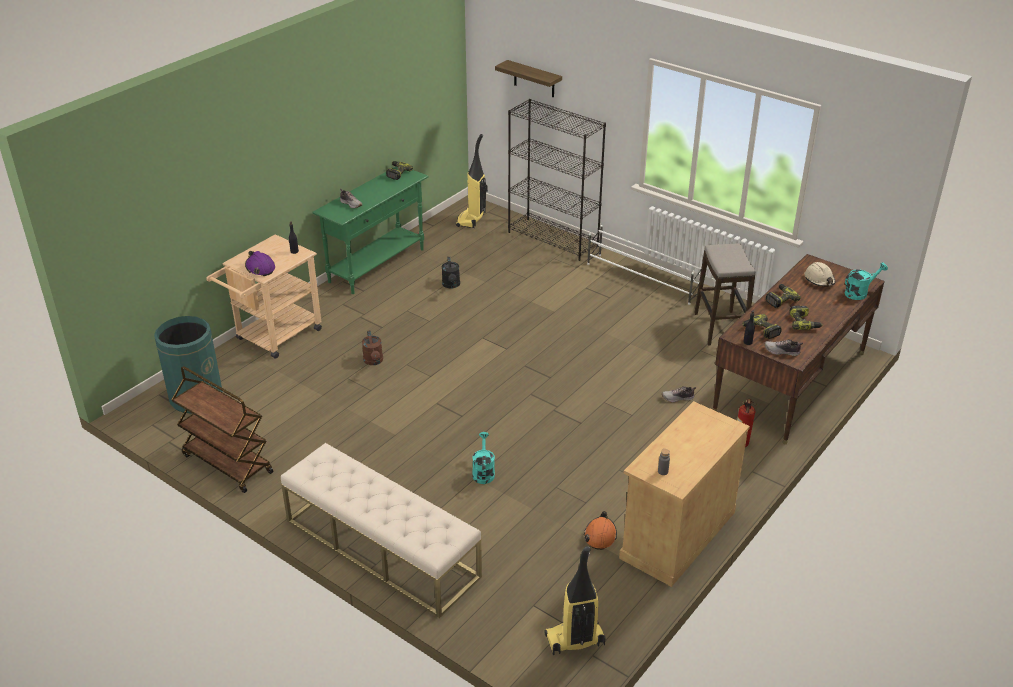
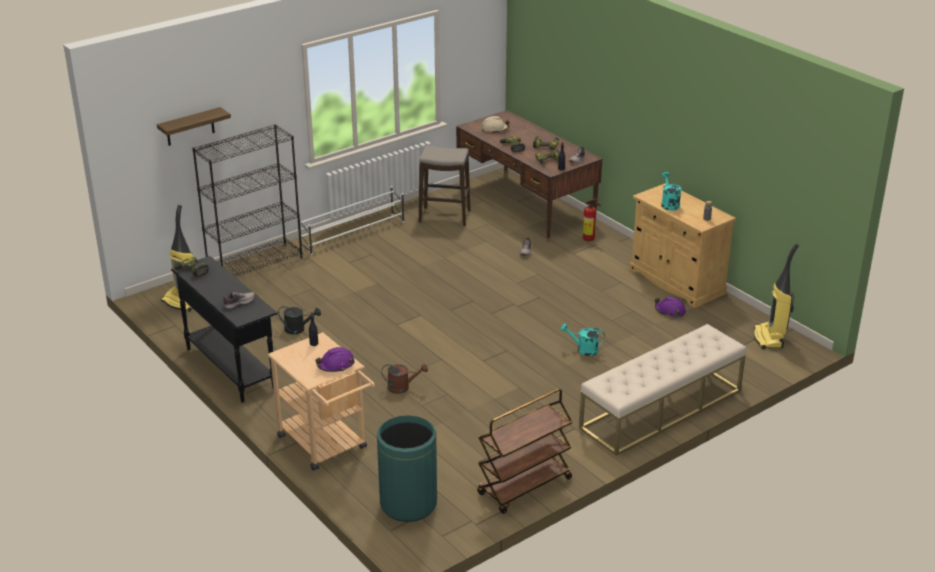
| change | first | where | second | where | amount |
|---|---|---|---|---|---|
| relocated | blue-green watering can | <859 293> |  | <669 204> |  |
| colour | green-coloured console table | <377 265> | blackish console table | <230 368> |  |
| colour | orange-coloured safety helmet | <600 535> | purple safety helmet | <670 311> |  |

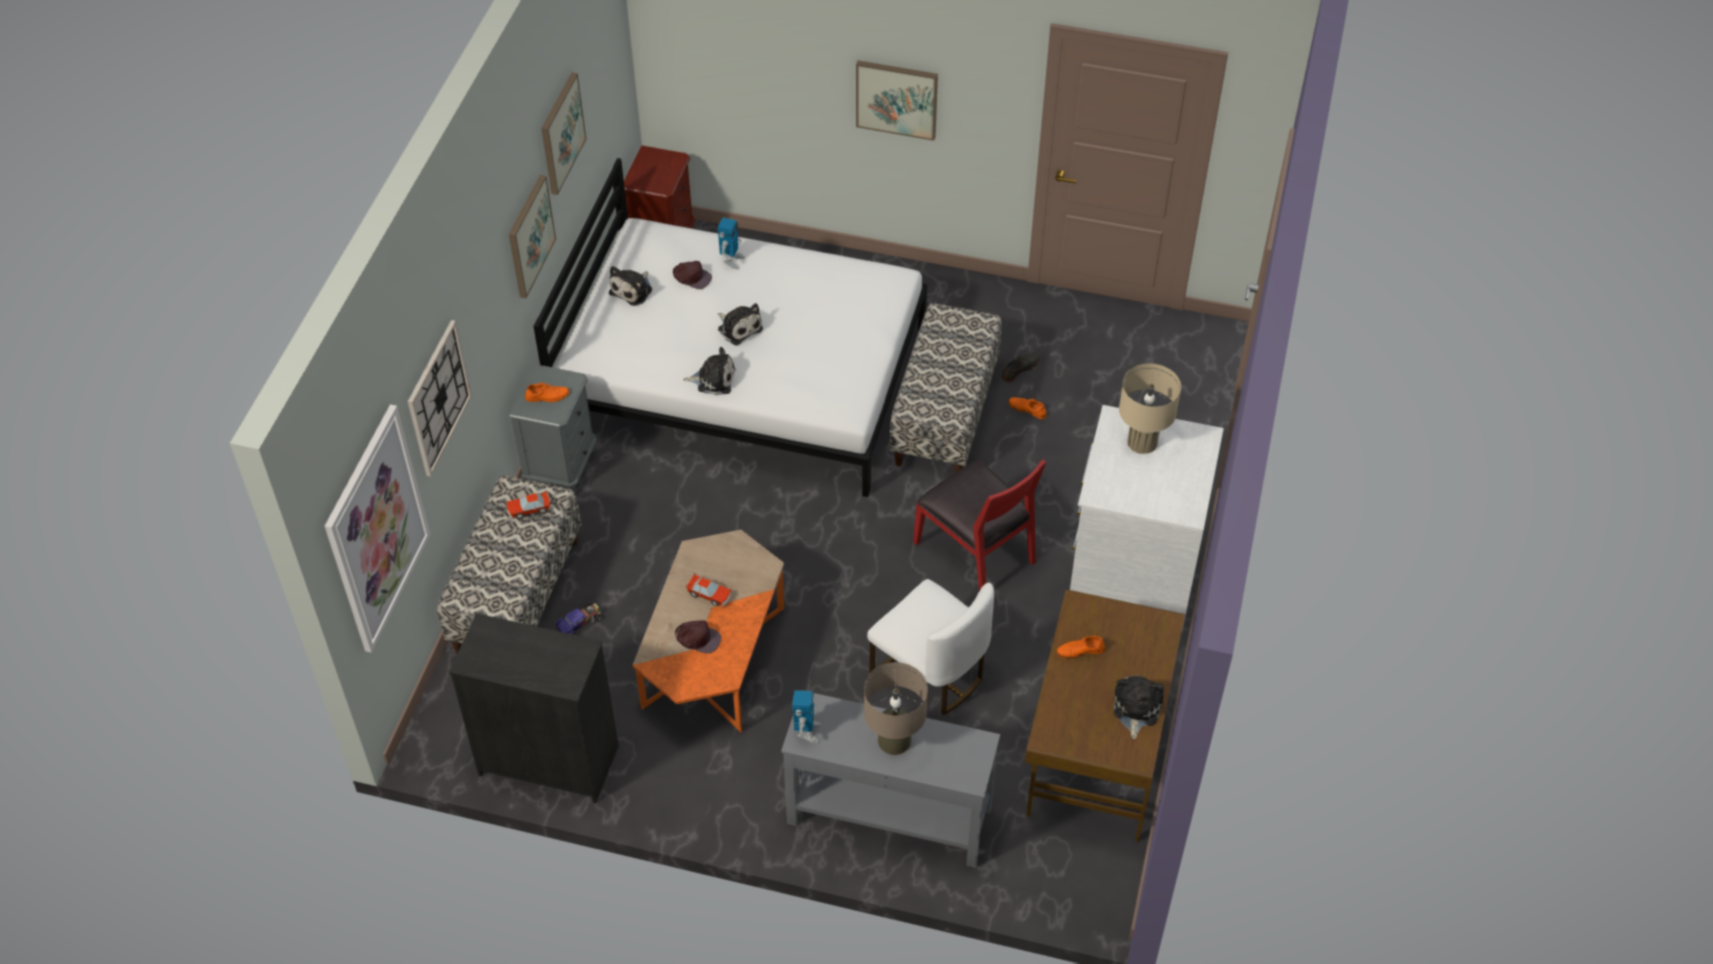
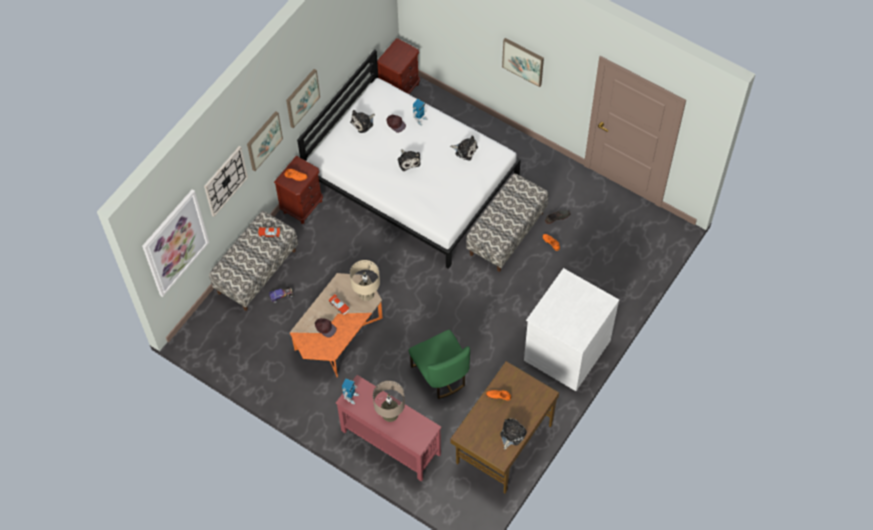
| change | first | where | second | where | amount |
|---|---|---|---|---|---|
| missing | blackish drawer chest | <549 759> |  |  |  |
| missing | reddish chair | <976 551> |  |  |  |
| relocated | picture | <561 133> |  | <263 140> |  |
| relocated | cuddly toy | <713 379> |  | <465 150> |  |
| relocated | beige tabletop lamp | <1142 442> |  | <366 293> |  |
| colour | grey bedside table | <562 466> | brownish bedside table | <302 206> |  |
| colour | grey console table | <888 815> | reddish console table | <390 442> |  |
| colour | white chair | <930 673> | green-coloured chair | <440 375> |  |

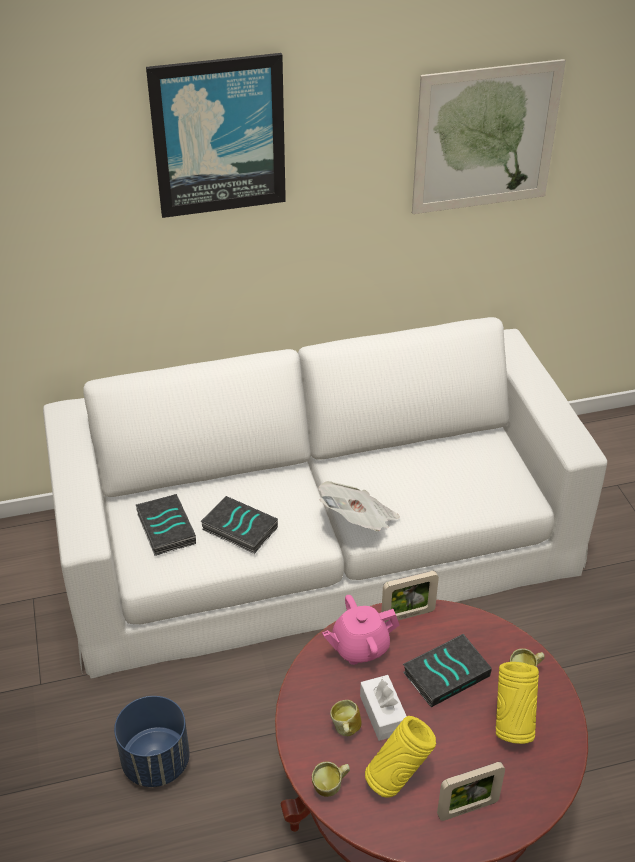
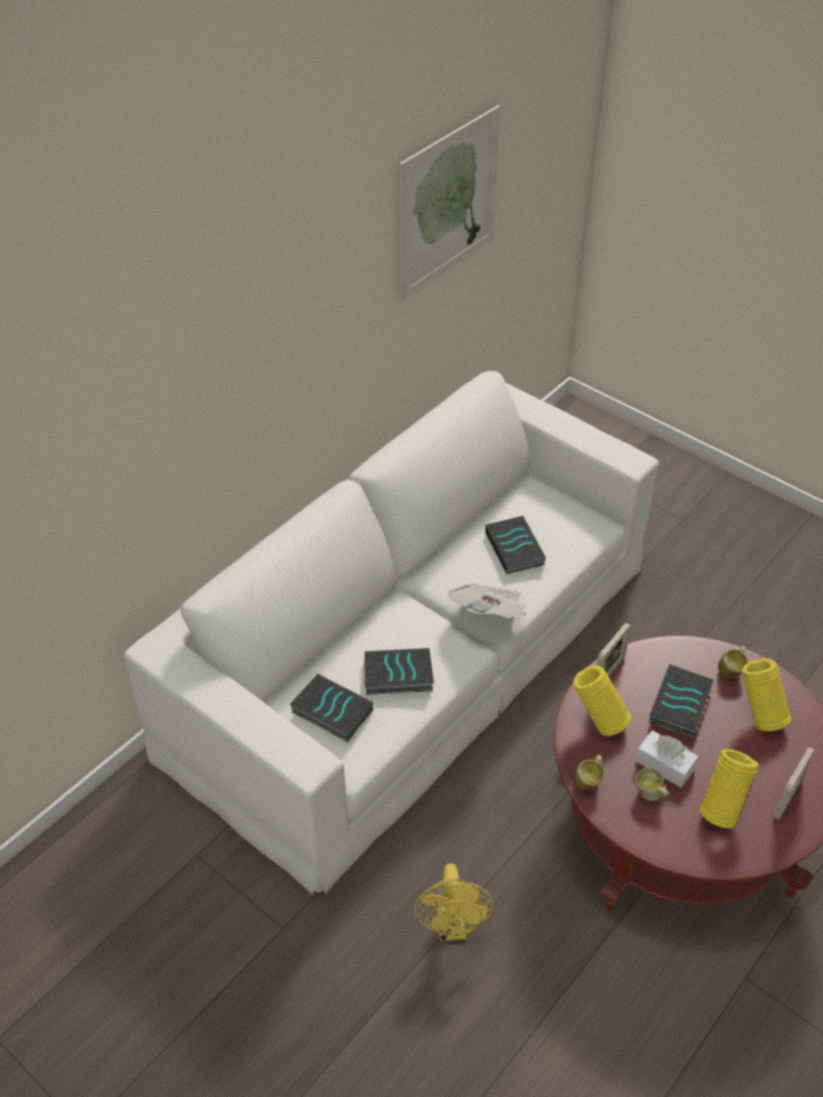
| change | first | where | second | where | amount |
|---|---|---|---|---|---|
| missing | picture | <218 136> |  |  |  |
| appeared |  |  | volume | <516 549> |  |
| relocated | tea mug | <330 788> |  | <589 782> |  |
| exchanged | bluish plant pot | <157 762> | yellowish electric fan | <452 928> |  |
| exchanged | pinkish pot for tea | <359 647> | yellowish decorative vase | <598 721> |  |

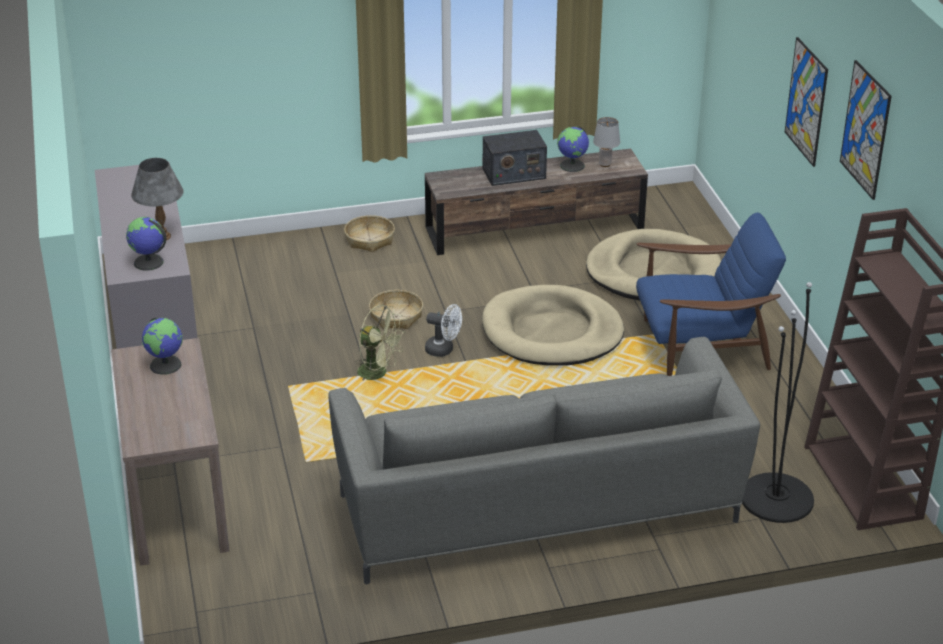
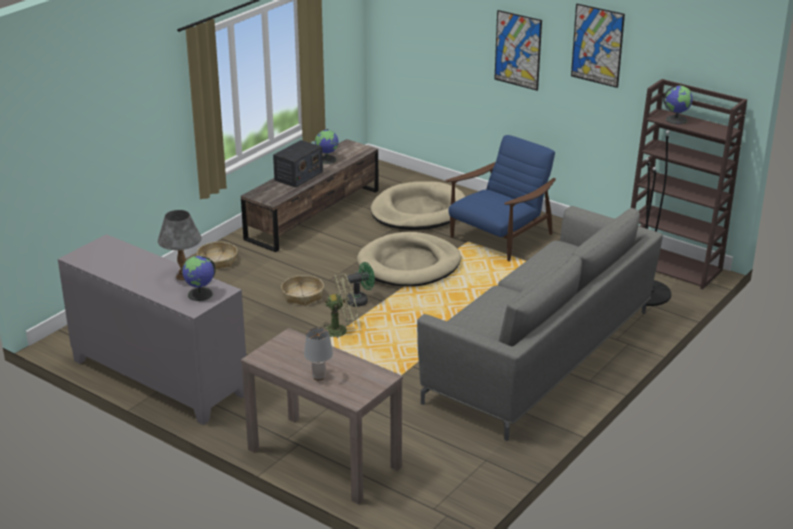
| change | first | where | second | where | amount |
|---|---|---|---|---|---|
| relocated | world globe | <166 365> |  | <676 119> |  |
| relocated | grey tabletop lamp | <605 164> |  | <318 376> |  |
| colour | white electric fan | <444 350> | green-coloured electric fan | <360 300> |  |

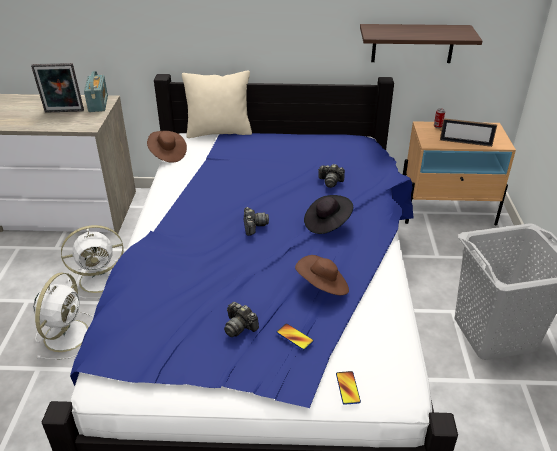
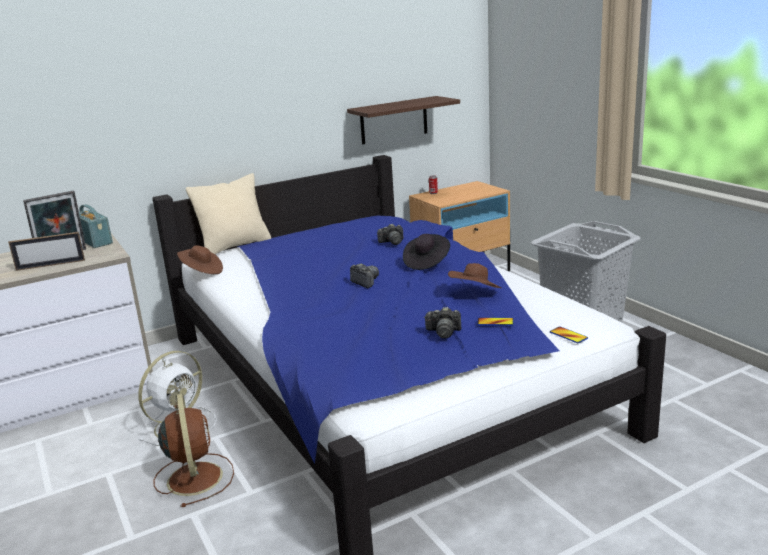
| change | first | where | second | where | amount |
|---|---|---|---|---|---|
| relocated | picture frame | <465 143> |  | <50 265> |  |
| colour | white electric fan | <67 334> | brownish electric fan | <194 477> |  |

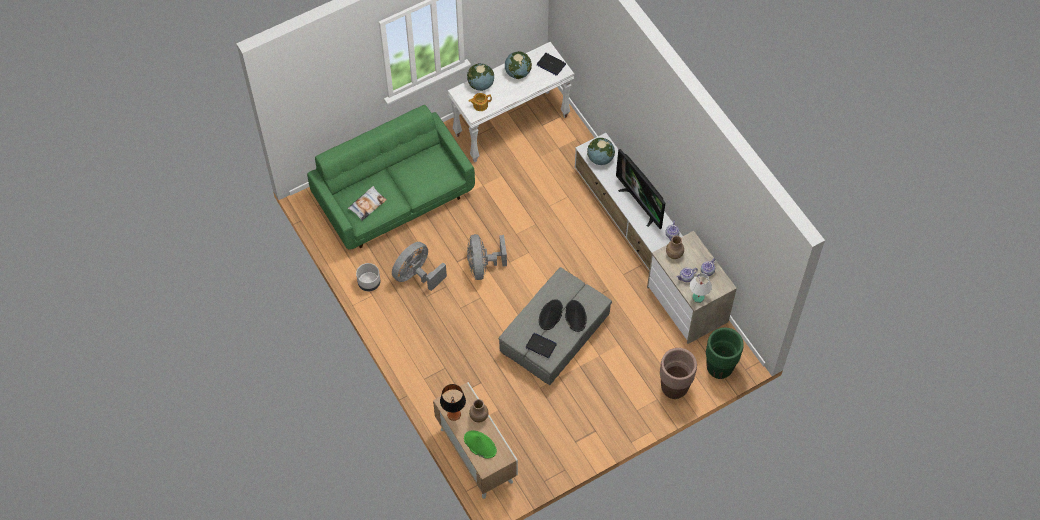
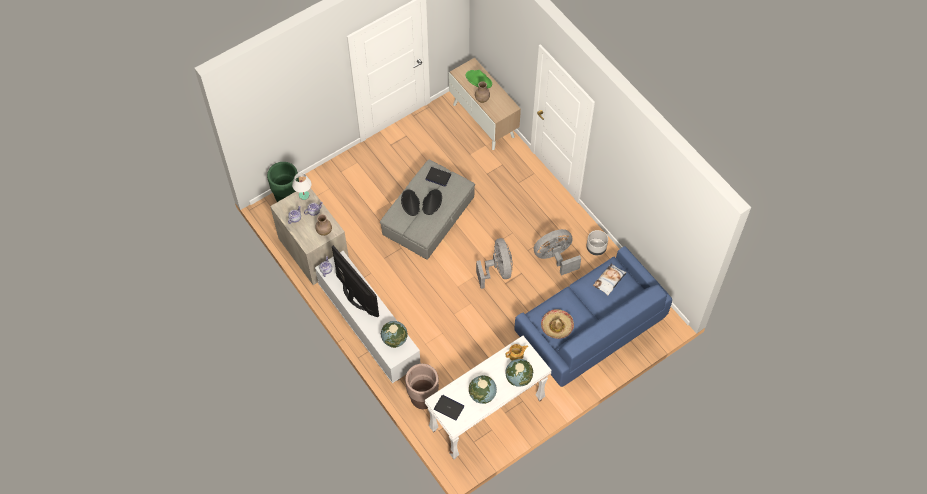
| change | first | where | second | where | amount |
|---|---|---|---|---|---|
| missing | tabletop lamp | <454 414> |  |  |  |
| appeared |  |  | wearable hat | <557 326> |  |
| relocated | brownish plant pot | <674 388> |  | <423 399> |  |
| colour | green-coloured couch | <394 198> | bluish couch | <589 329> |  |
| spun | grey electric fan | <416 275> |  | <555 258> | 150 degrees counterclockwise |

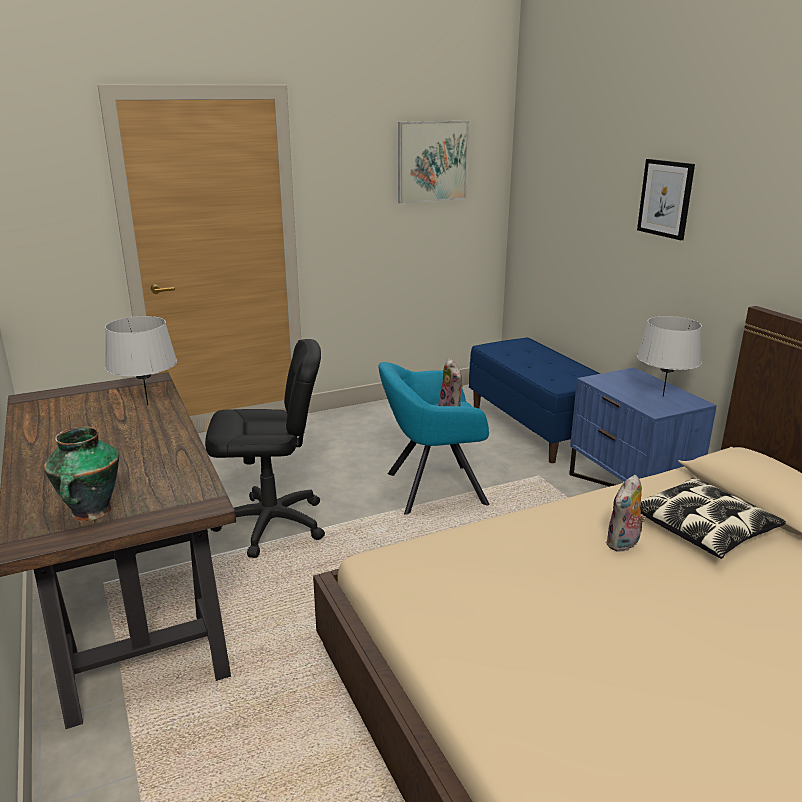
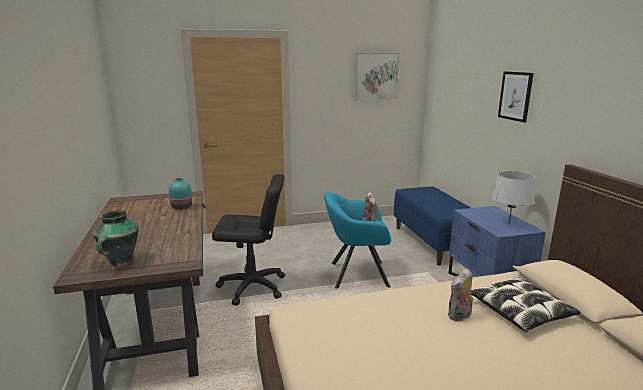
| change | first | where | second | where | amount |
|---|---|---|---|---|---|
| exchanged | grey tabletop lamp | <147 405> | blue-green decorative vase | <181 207> |  |

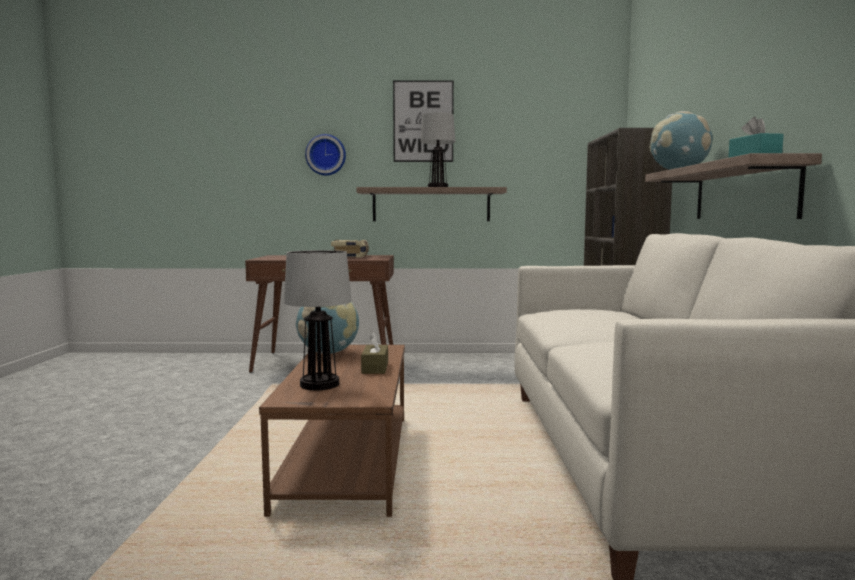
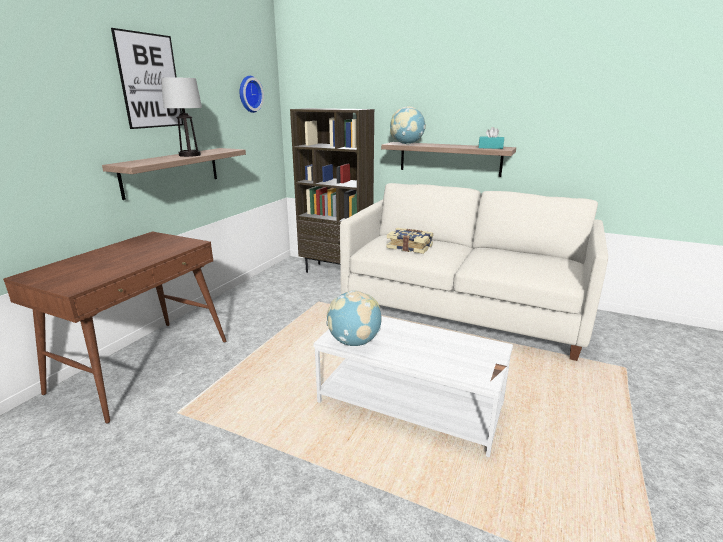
| change | first | where | second | where | amount |
|---|---|---|---|---|---|
| missing | tabletop lamp | <320 384> |  |  |  |
| missing | brownish tissue holder | <375 368> |  |  |  |
| relocated | wall clock | <326 155> |  | <249 94> |  |
| relocated | volume | <351 257> |  | <410 247> |  |
| colour | brownish lounge table | <348 460> | white lounge table | <410 403> |  |

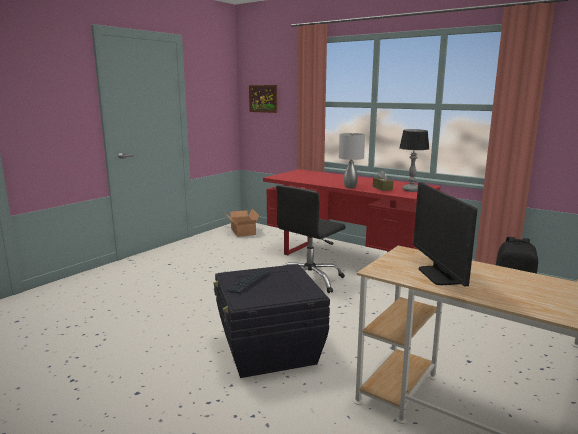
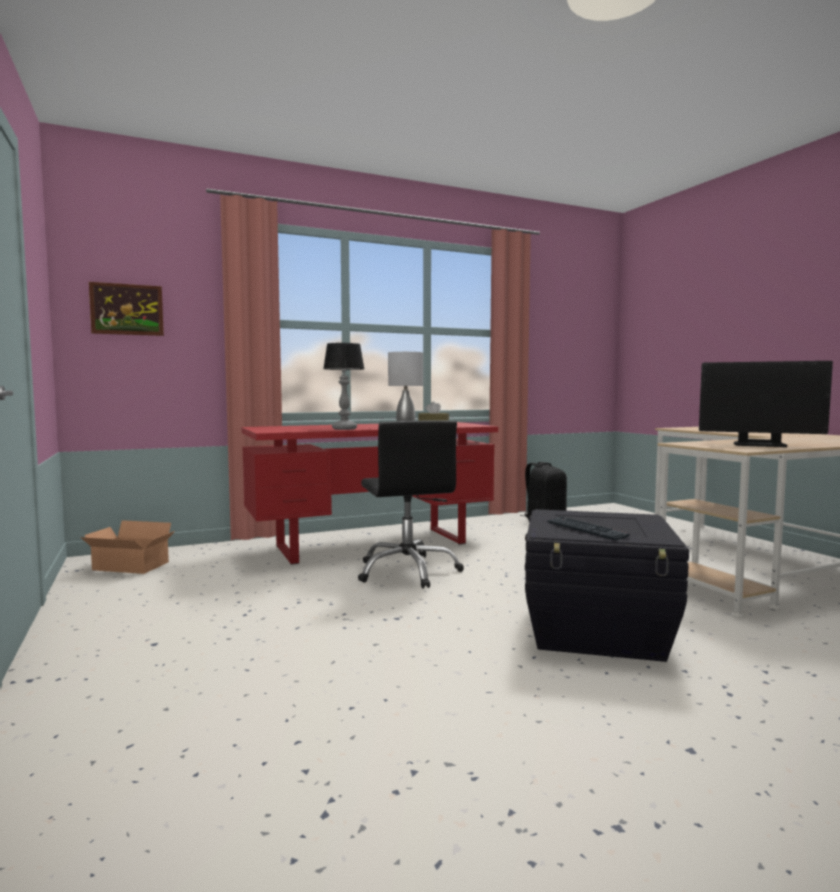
| change | first | where | second | where | amount |
|---|---|---|---|---|---|
| relocated | tabletop lamp | <411 190> |  | <344 429> |  |

